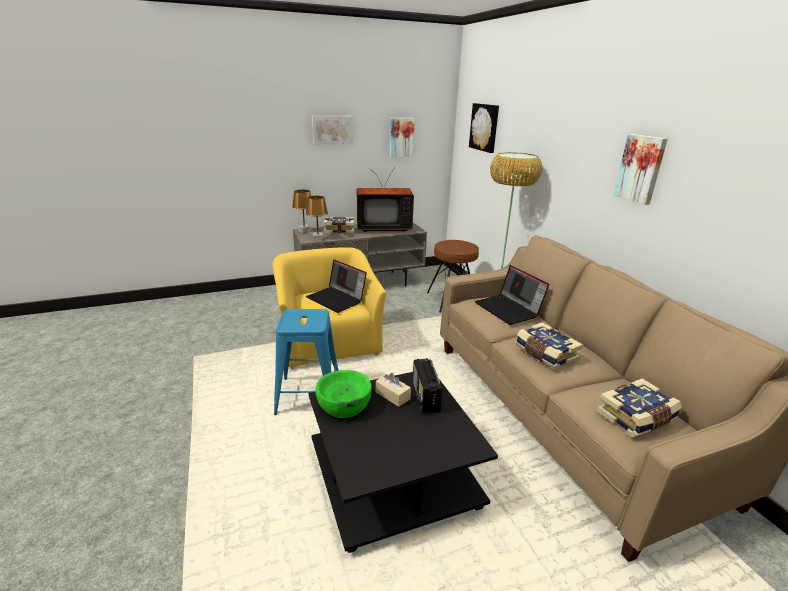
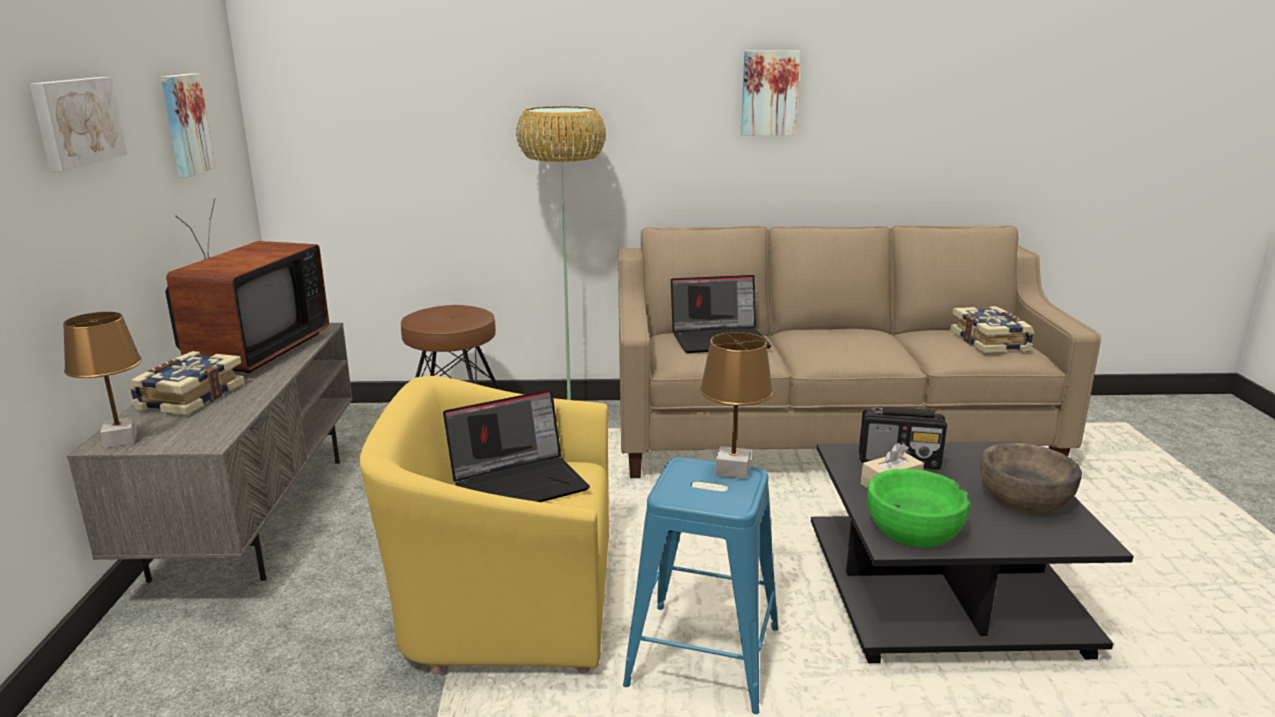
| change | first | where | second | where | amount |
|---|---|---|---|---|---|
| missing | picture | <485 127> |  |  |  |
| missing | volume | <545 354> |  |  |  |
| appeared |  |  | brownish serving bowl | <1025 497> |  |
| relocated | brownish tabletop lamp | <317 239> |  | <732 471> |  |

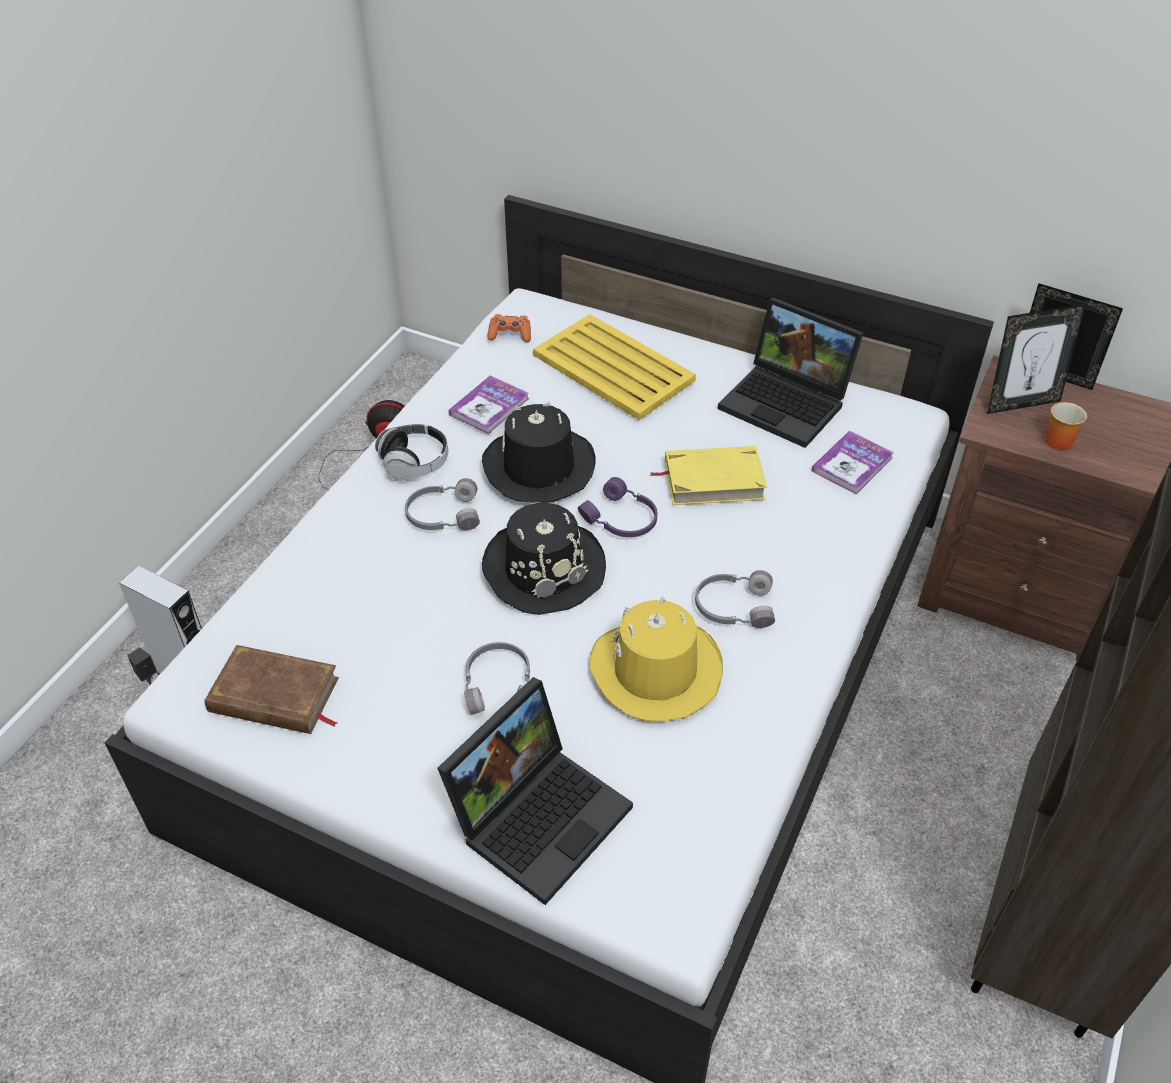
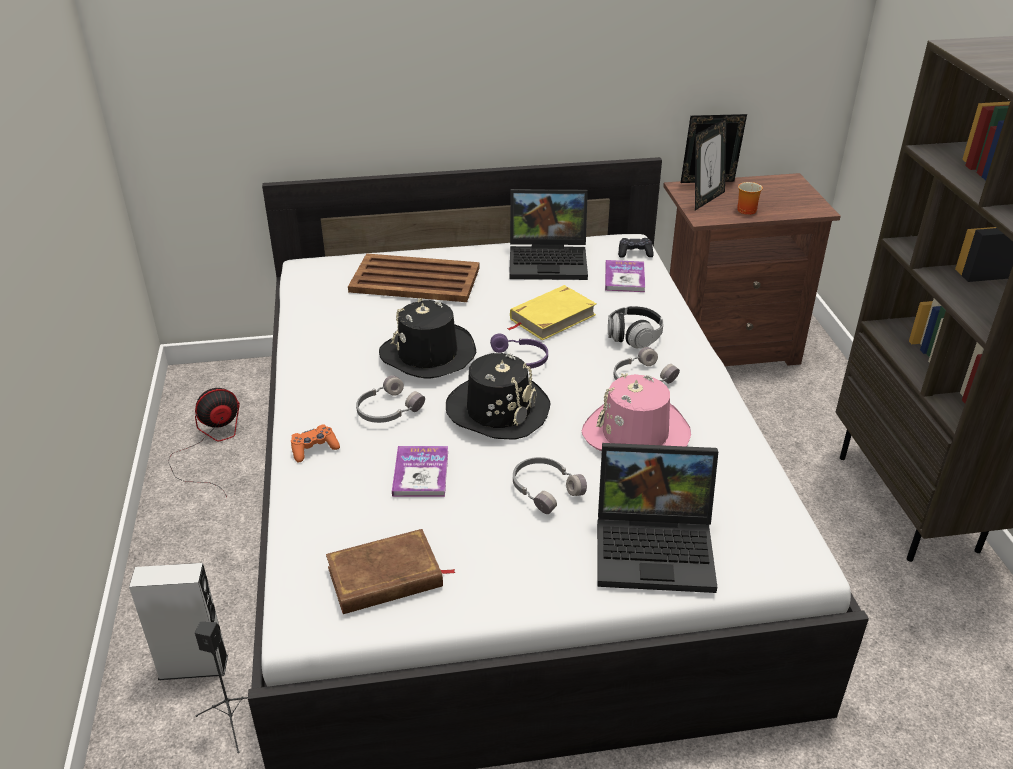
| change | first | where | second | where | amount |
|---|---|---|---|---|---|
| appeared |  |  | blackish game controller | <635 253> |  |
| relocated | headset | <414 463> |  | <634 336> |  |
| relocated | volume | <489 406> |  | <421 473> |  |
| relocated | orange-coloured game controller | <510 334> |  | <314 449> |  |
| colour | yellowish serving tray | <614 369> | brownish serving tray | <416 280> |  |
| colour | yellowish wearable hat | <655 671> | pinkish wearable hat | <636 434> |  |
| spun | laptop | <540 813> |  | <657 547> | 90 degrees clockwise |

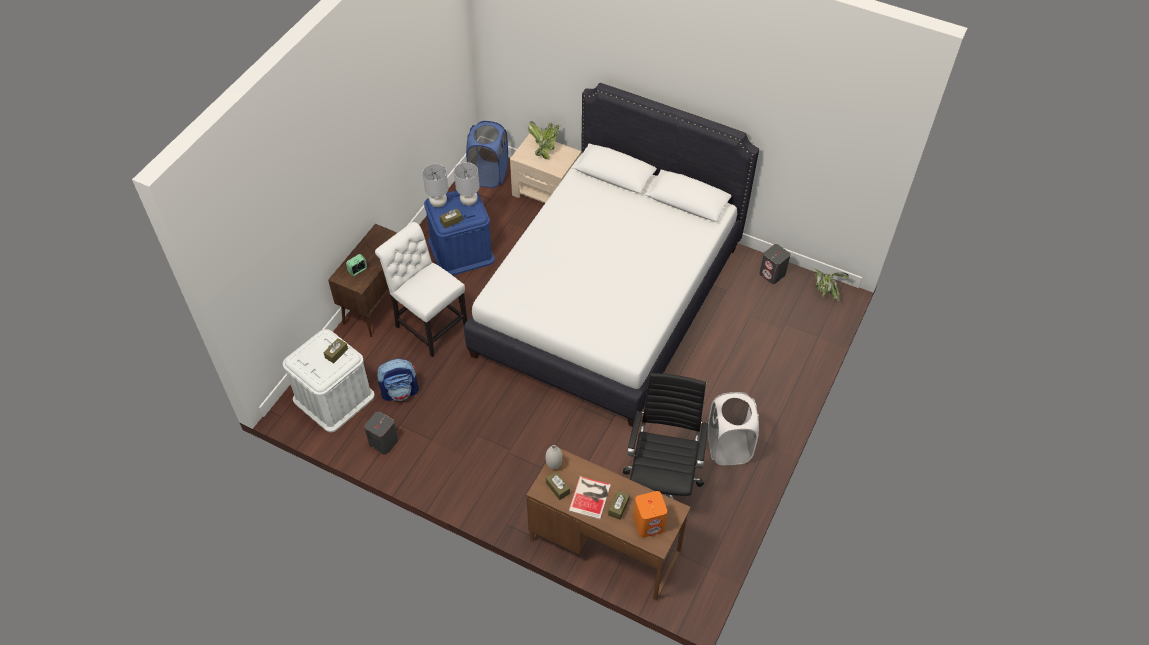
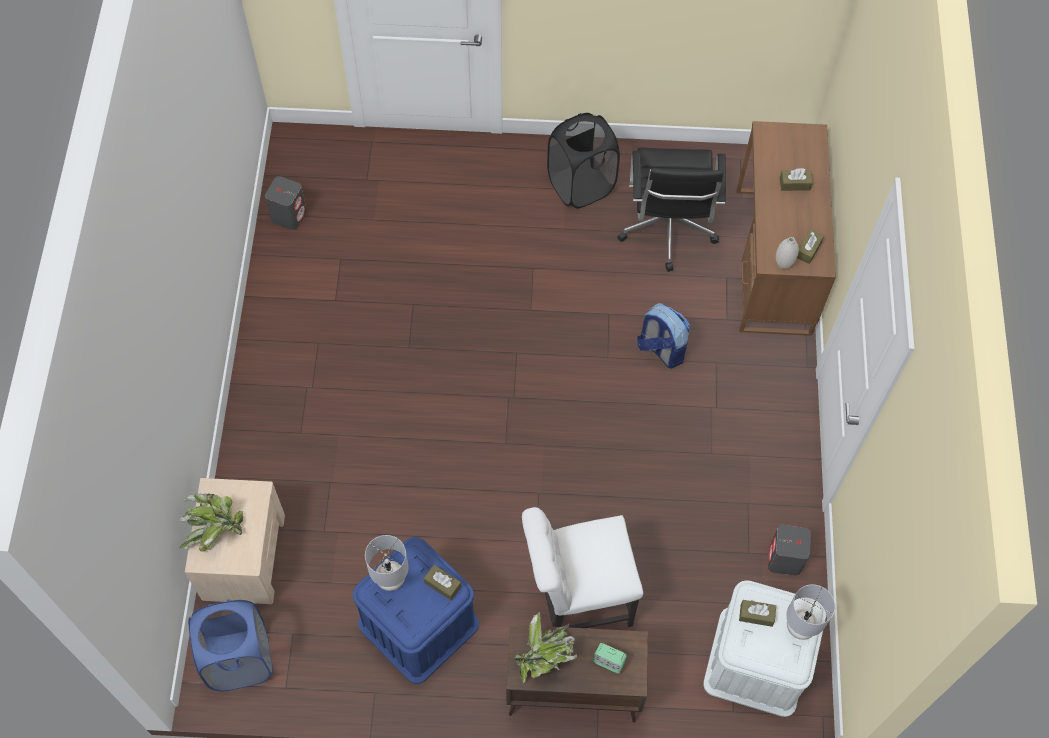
| change | first | where | second | where | amount |
|---|---|---|---|---|---|
| missing | white bedroom bed | <608 299> |  |  |  |
| missing | volume | <591 497> |  |  |  |
| missing | orange-coloured speaker | <649 523> |  |  |  |
| relocated | rucksack | <400 391> |  | <660 349> |  |
| relocated | grey tabletop lamp | <438 203> |  | <800 627> |  |
| relocated | plant in a pot | <824 291> |  | <545 657> |  |
| colour | white hamper | <728 447> | blackish hamper | <581 185> |  |
| spun | white chair | <429 325> |  | <576 599> | 60 degrees clockwise |
| spun | blackish desk chair | <662 485> |  | <667 233> | 75 degrees counterclockwise |

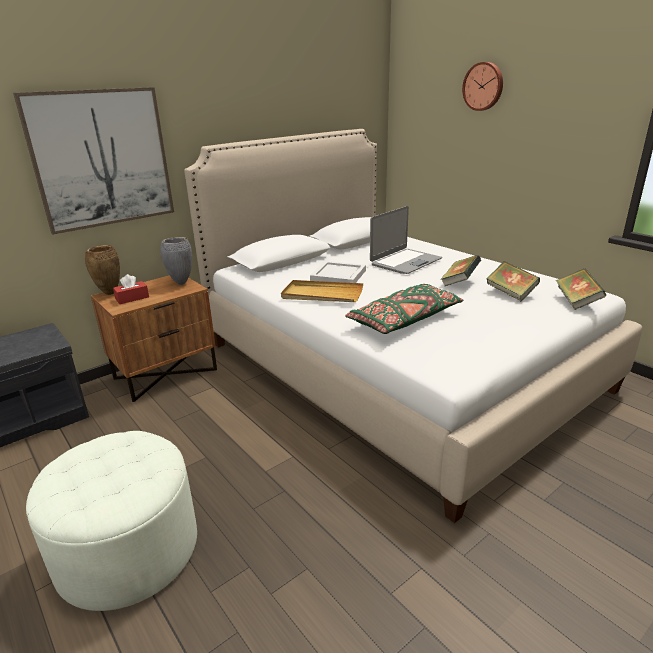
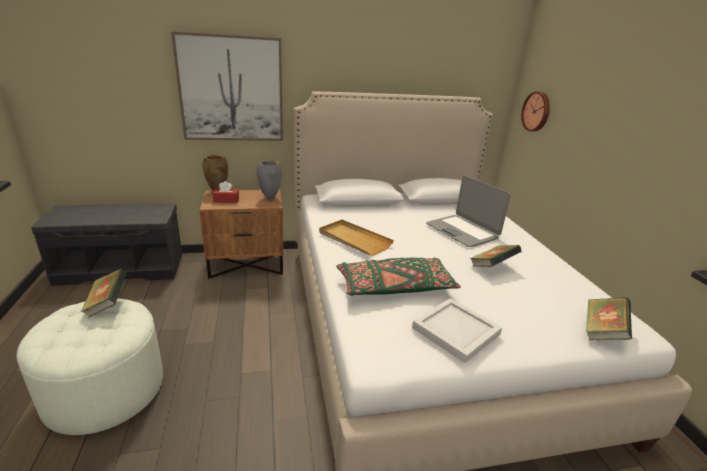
| change | first | where | second | where | amount |
|---|---|---|---|---|---|
| relocated | white serving tray | <339 275> |  | <457 331> |  |
| relocated | wall clock | <483 86> |  | <537 111> |  |
| relocated | volume | <510 293> |  | <107 304> |  |
| spun | laptop | <405 262> |  | <462 231> | 75 degrees clockwise |

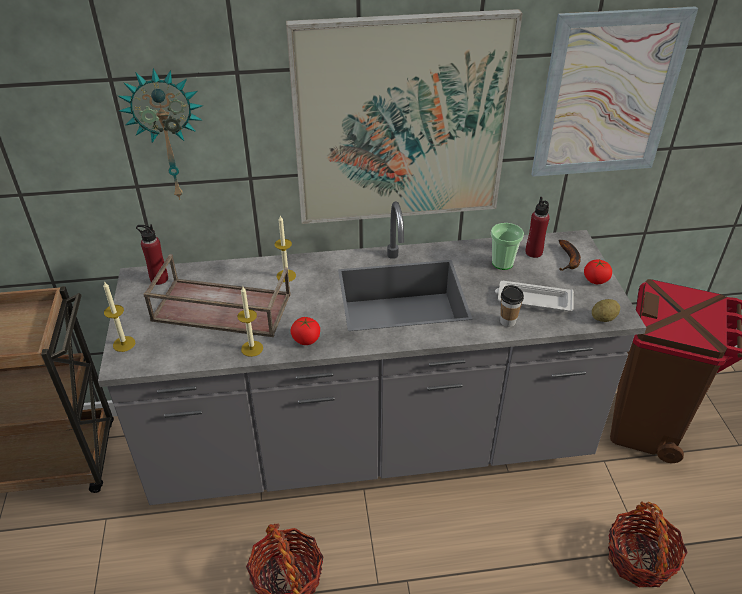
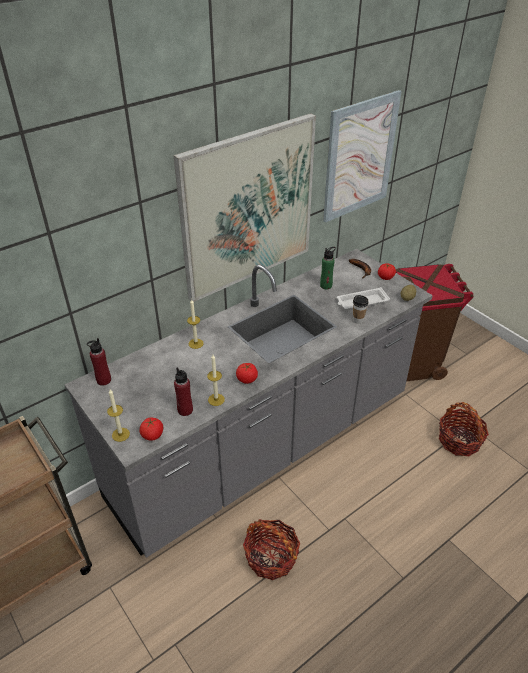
| change | first | where | second | where | amount |
|---|---|---|---|---|---|
| missing | wall clock | <167 135> |  |  |  |
| missing | brownish serving tray | <220 308> |  |  |  |
| appeared |  |  | whole tomato | <152 435> |  |
| relocated | reddish bottle | <533 252> |  | <185 410> |  |
| exchanged | small cup | <502 263> | green-coloured bottle | <326 285> |  |

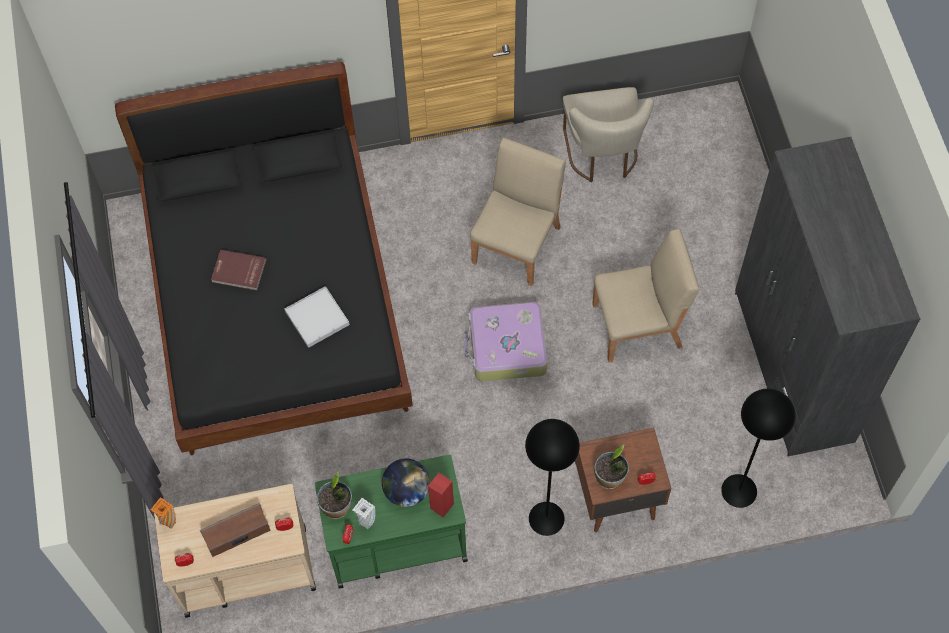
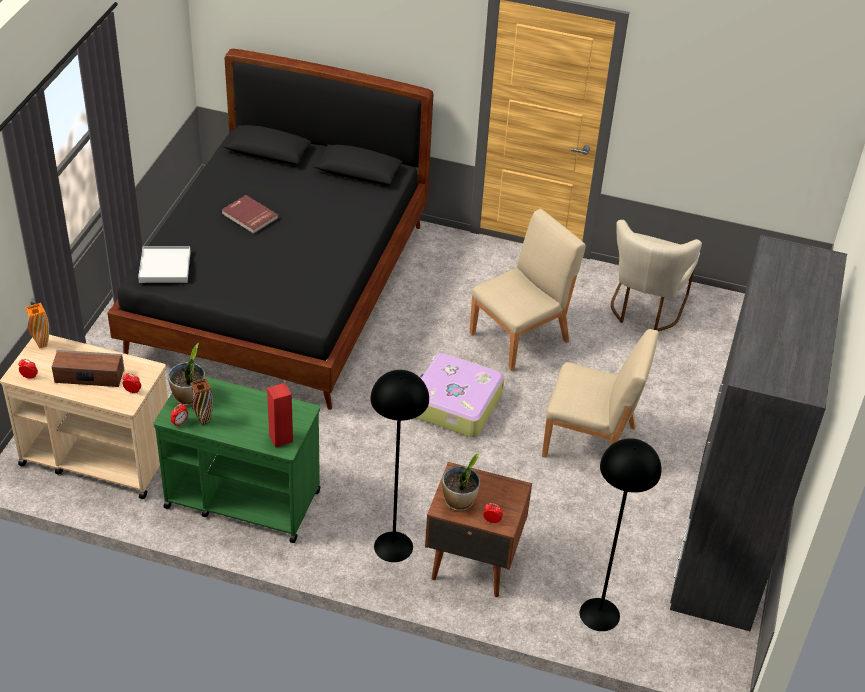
| change | first | where | second | where | amount |
|---|---|---|---|---|---|
| missing | world globe | <406 491> |  |  |  |
| relocated | white serving tray | <317 318> |  | <165 267> |  |
| colour | white decorative vase | <366 524> | brownish decorative vase | <204 420> |  |

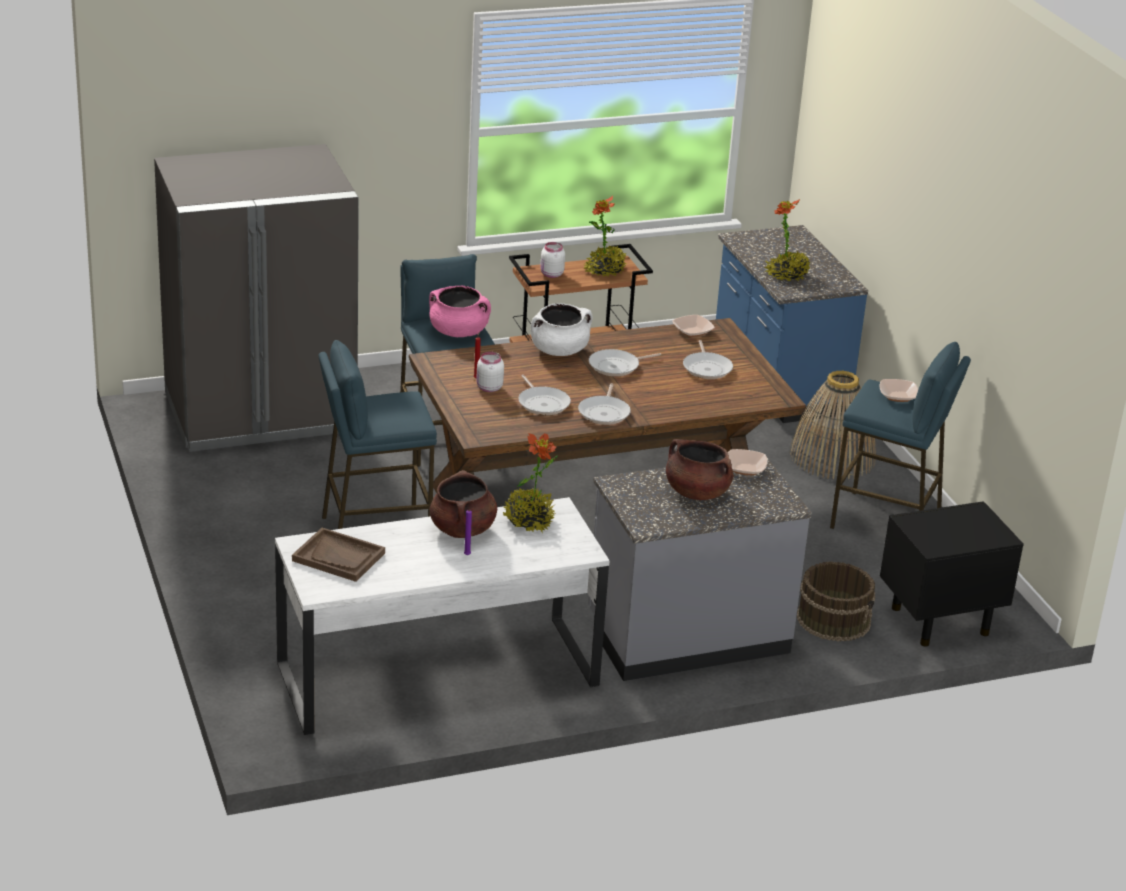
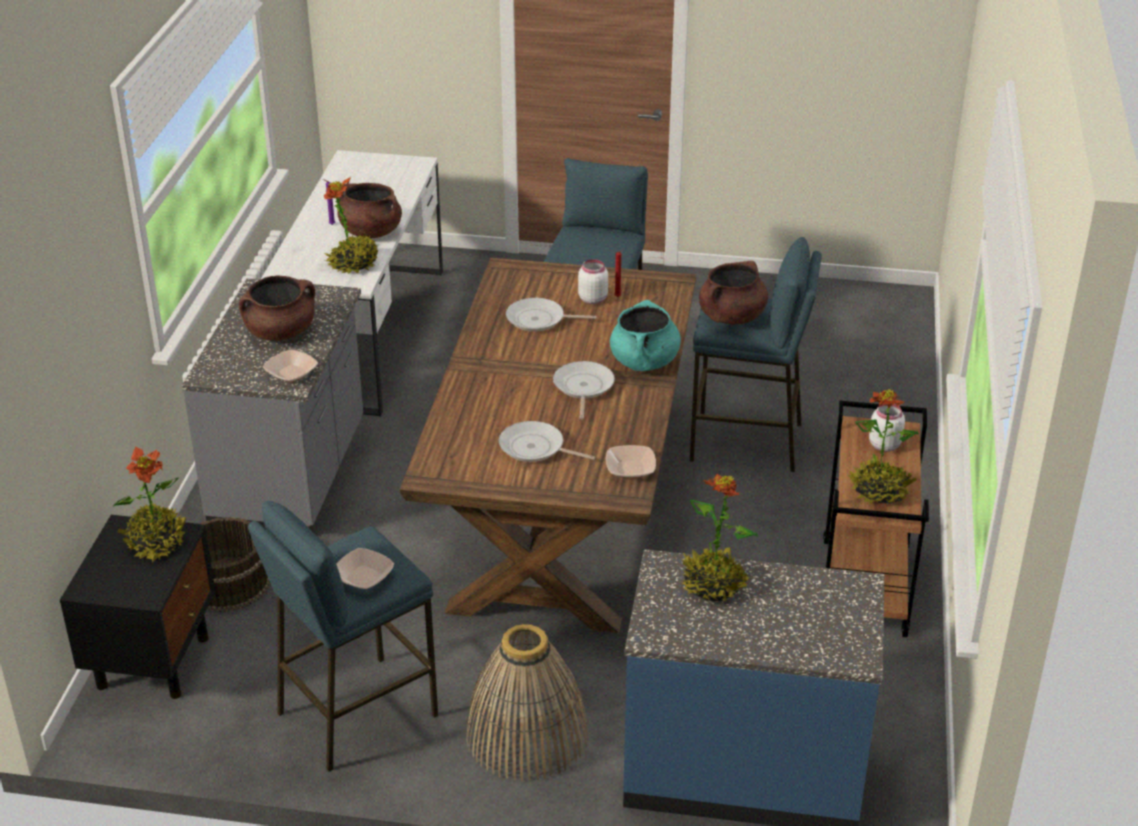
| change | first | where | second | where | amount |
|---|---|---|---|---|---|
| missing | grey refrigerator | <260 414> |  |  |  |
| missing | brownish serving tray | <339 557> |  |  |  |
| missing | pan | <604 412> |  |  |  |
| appeared |  |  | plant in a pot | <156 543> |  |
| colour | pinkish stockpot | <458 332> | brownish stockpot | <732 317> |  |
| colour | white stockpot | <559 350> | blue-green stockpot | <644 362> |  |

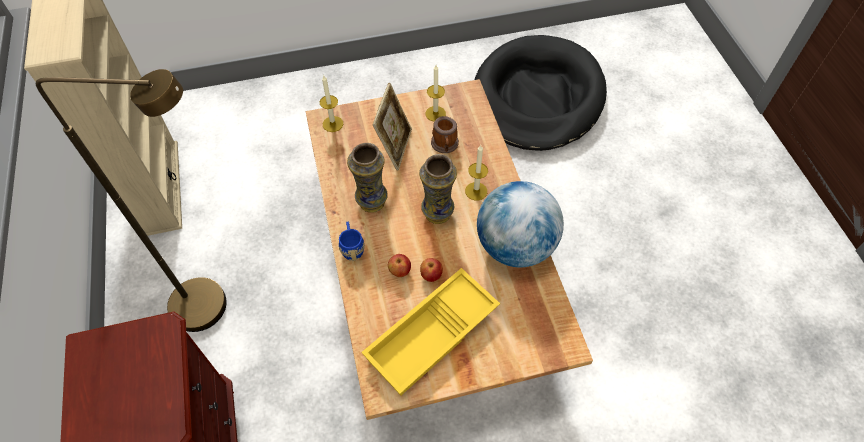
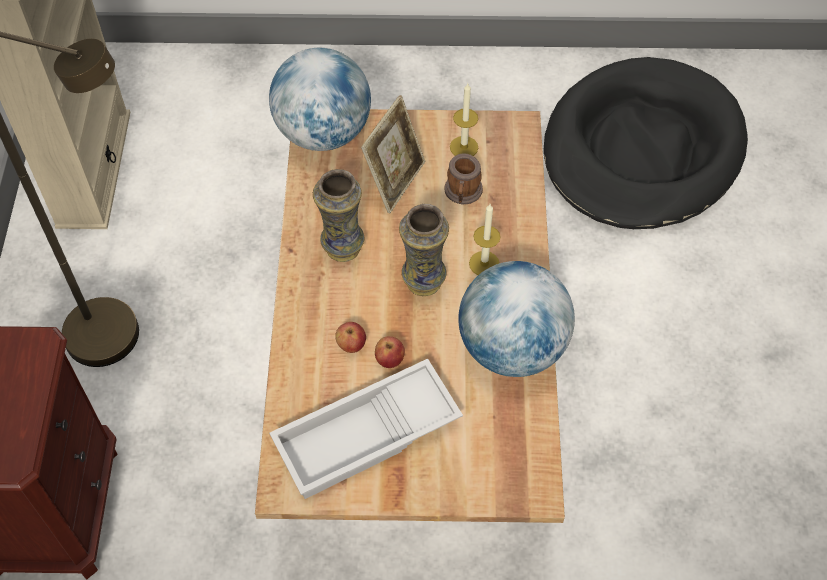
| change | first | where | second | where | amount |
|---|---|---|---|---|---|
| missing | bluish tea mug | <352 247> |  |  |  |
| exchanged | wax light | <333 124> | world globe | <323 133> |  |
| colour | yellowish serving tray | <432 337> | white serving tray | <366 437> |  |

